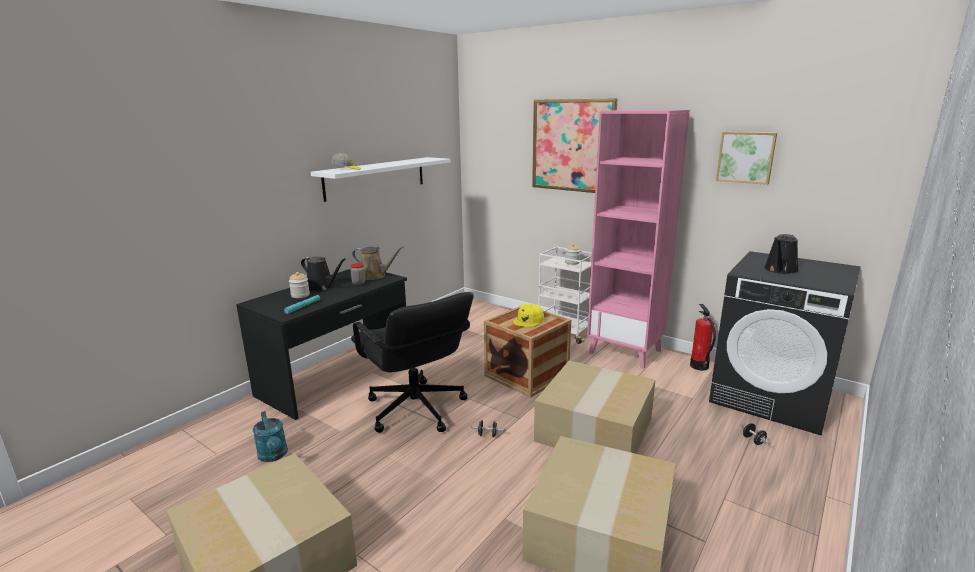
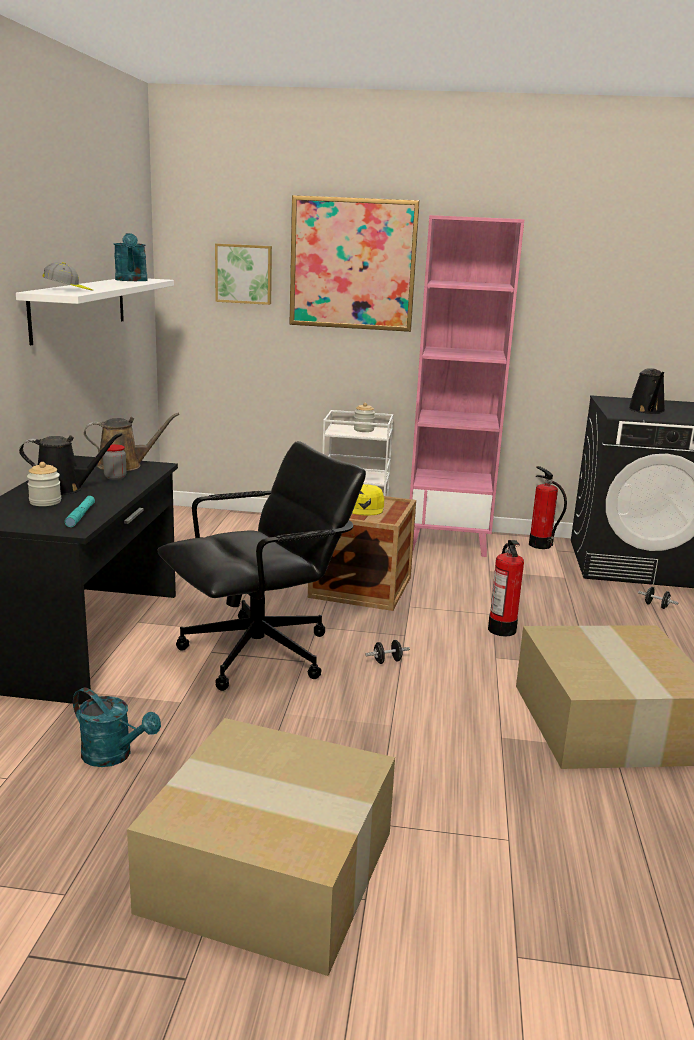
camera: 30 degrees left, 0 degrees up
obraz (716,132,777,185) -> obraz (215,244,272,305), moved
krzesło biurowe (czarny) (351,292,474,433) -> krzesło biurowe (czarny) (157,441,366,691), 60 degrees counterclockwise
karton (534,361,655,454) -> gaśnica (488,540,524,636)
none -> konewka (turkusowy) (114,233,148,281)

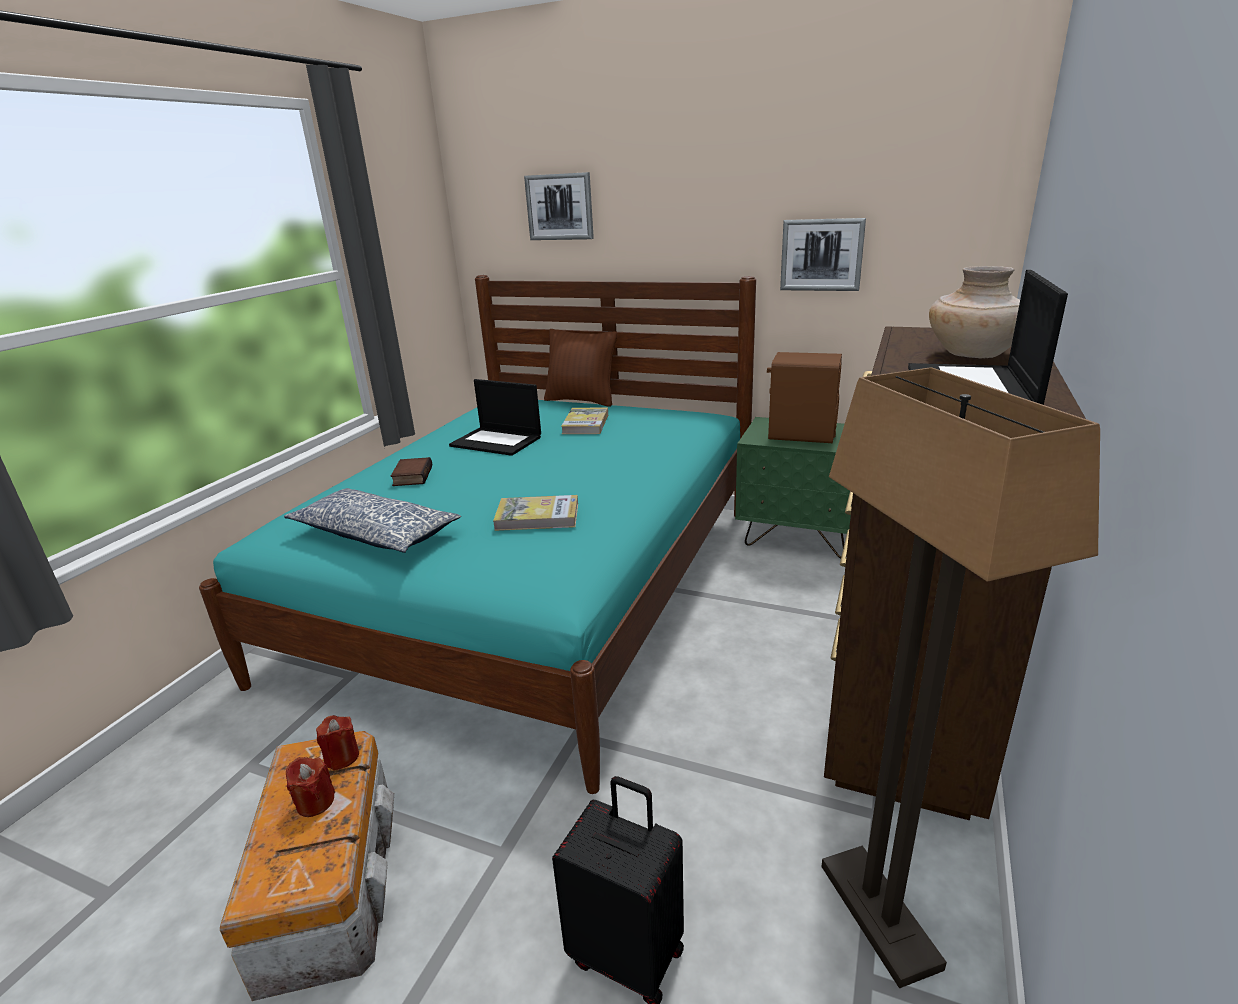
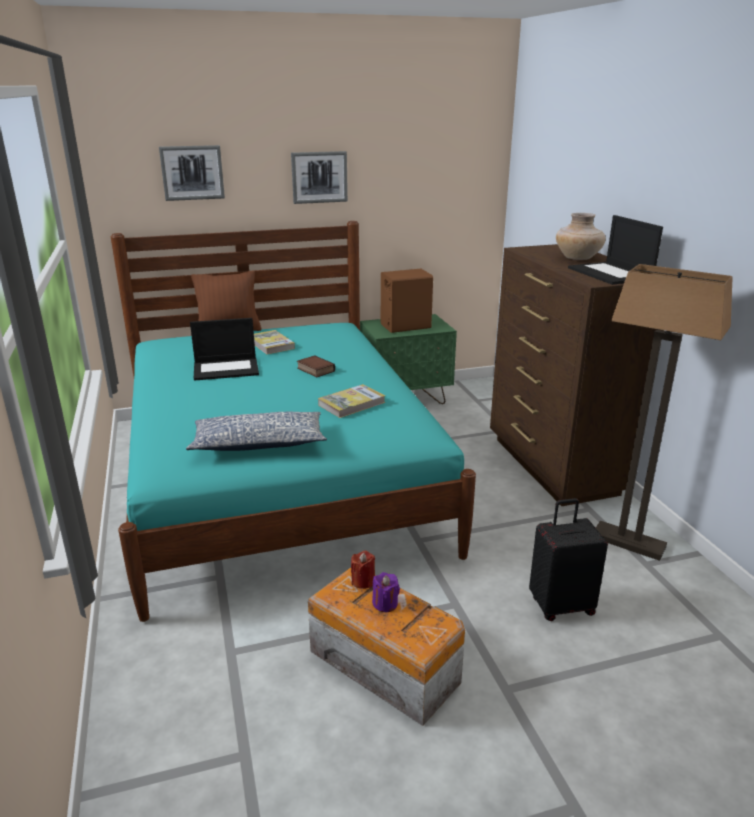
camera: 40 degrees left, 0 degrees up
obraz (780,218,866,291) -> obraz (291,151,348,204), moved
książka (391,457,432,486) -> książka (297,355,335,377), moved
świeca (czerwony) (286,757,335,817) -> świeca (fioletowy) (372,572,400,612)

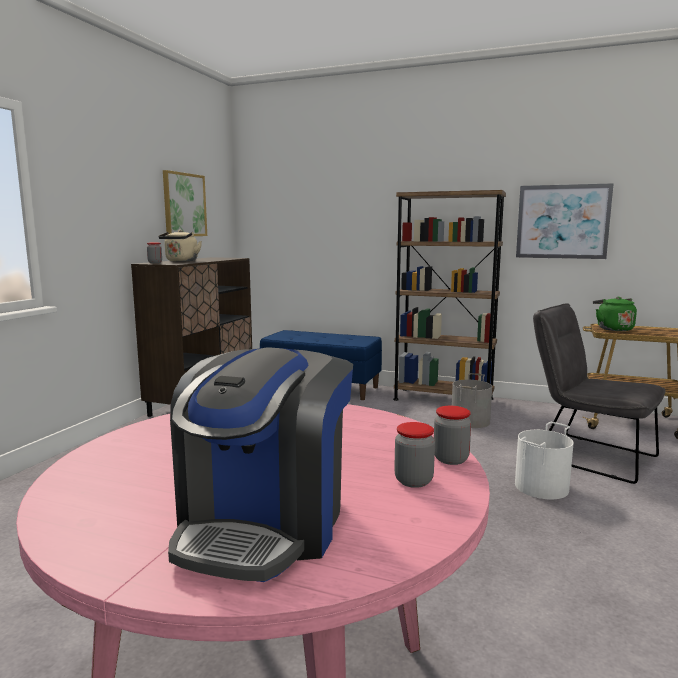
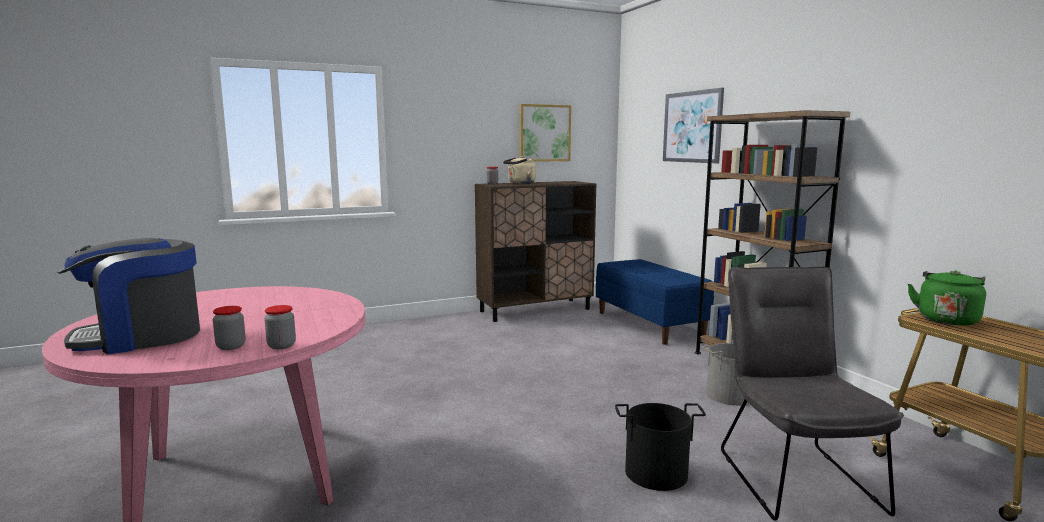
camera: 45 degrees right, 0 degrees up
obraz (516,183,614,259) -> obraz (663,88,724,164), moved
wiadro (biały) (515,422,574,499) -> wiadro (czarny) (615,403,706,491)

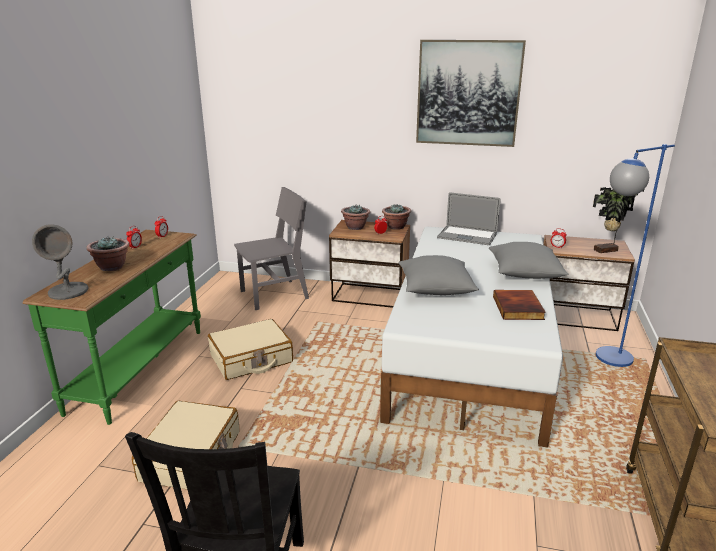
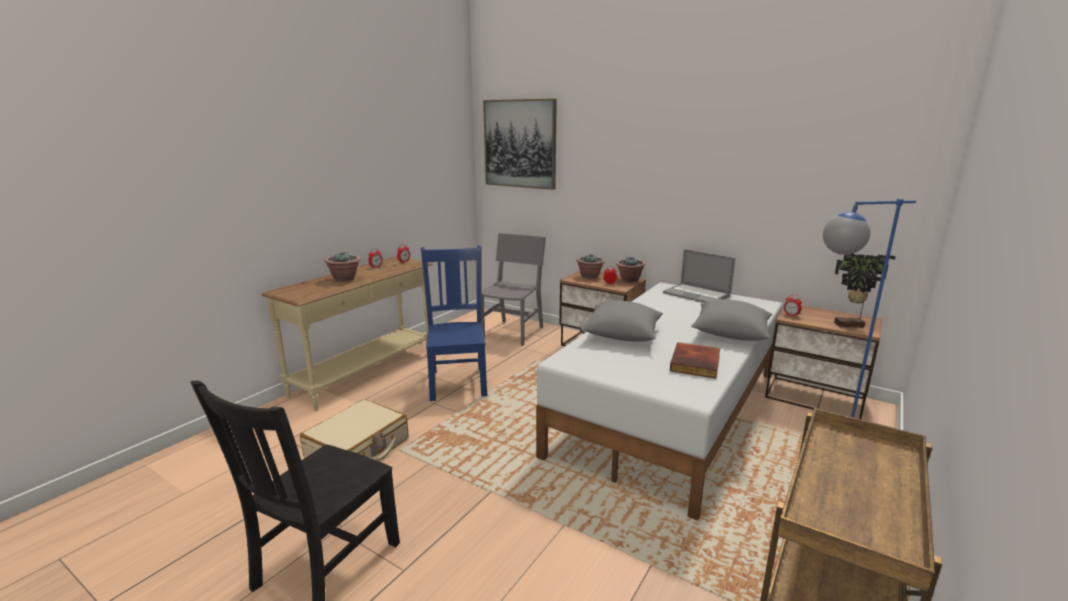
camera: 20 degrees right, 5 degrees down
obraz (416,40,526,147) -> obraz (483,99,557,190), moved
krzesło (szary) (234,187,309,310) -> krzesło (szary) (481,233,546,346), 60 degrees counterclockwise
lampa stołowa (szary) (32,224,88,300) -> none
stolik konsolowy (zielony) (23,230,201,425) -> stolik konsolowy (beżowy) (262,256,433,411)
walizka (beżowy) (208,319,293,380) -> krzesło (niebieski) (421,245,487,401)

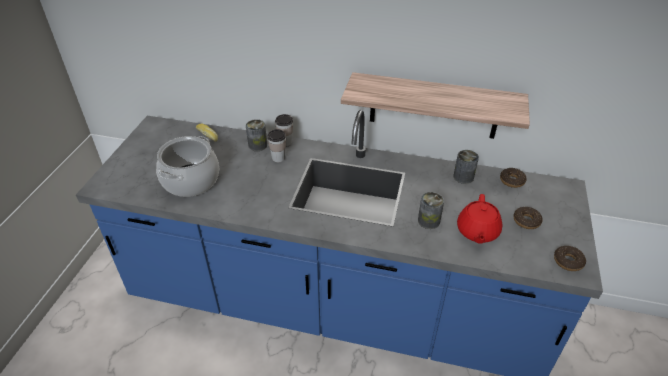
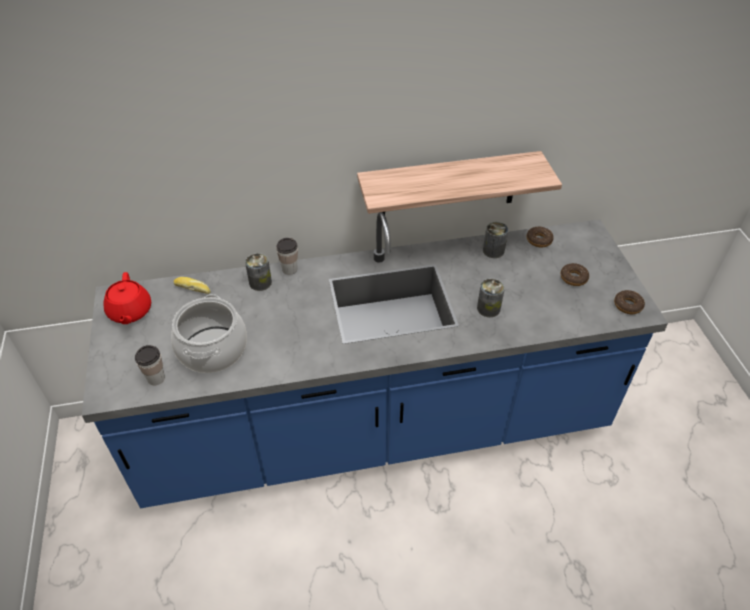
camera: 25 degrees left, 5 degrees up
filiżanka (267,129,286,162) -> filiżanka (135,345,165,385), moved
imbryk (czerwony) (457,194,502,244) -> imbryk (czerwony) (103,272,151,324), moved

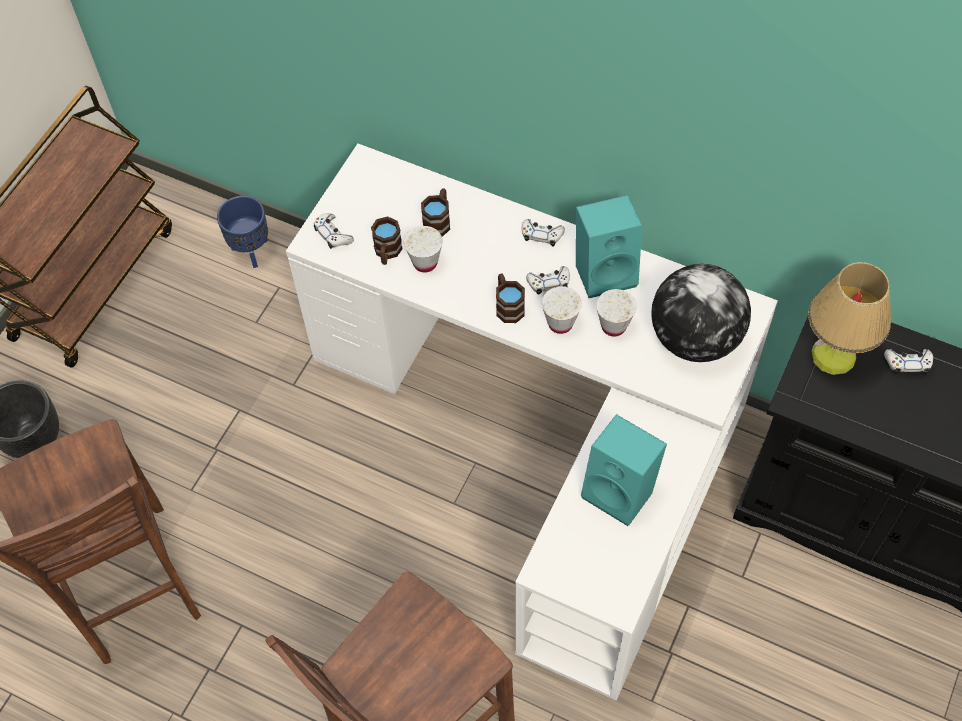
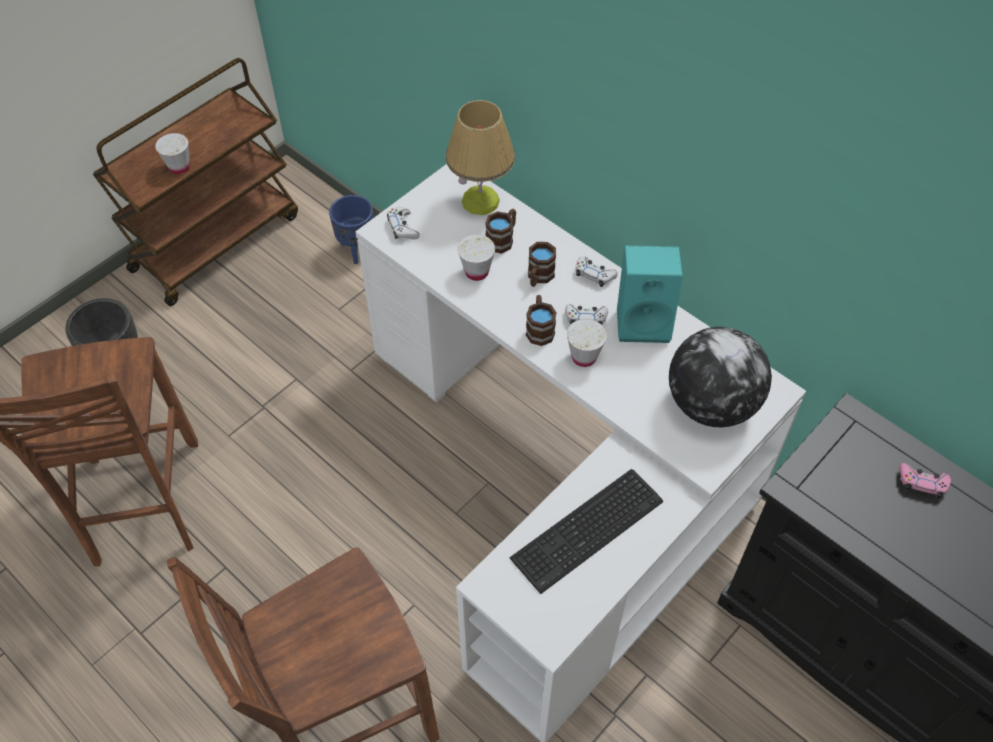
camera: 15 degrees right, 5 degrees down
kubek (brązowy) (371,216,403,265) -> kubek (brązowy) (528,242,556,287), moved
lampa stołowa (808,262,891,375) -> lampa stołowa (446,100,515,215), moved
filiżanka (biały) (596,289,637,336) -> filiżanka (biały) (155,133,190,174), moved
pad do gier (biały) (884,349,933,374) -> pad do gier (różowy) (899,463,951,498)
głośnik (turkusowy) (581,414,667,526) -> klawiatura (510,469,663,594)

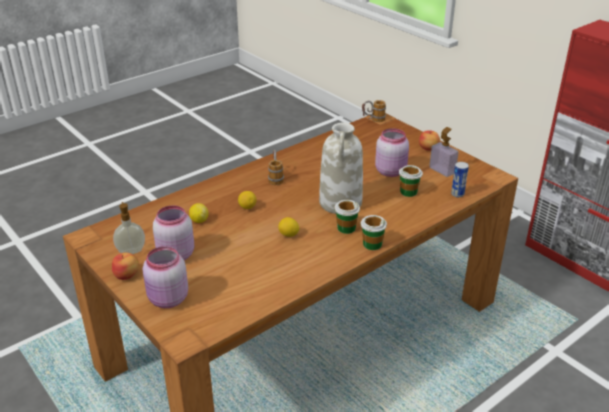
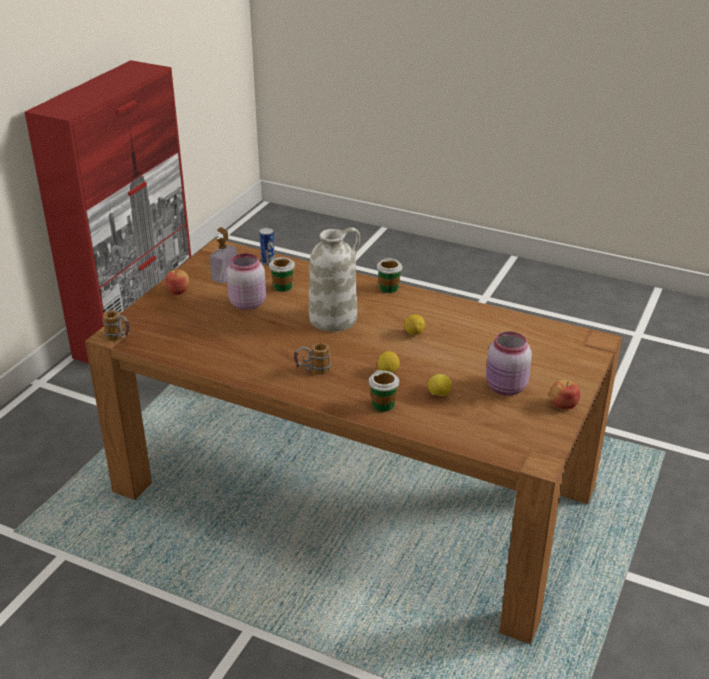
camera: 115 degrees left, 0 degrees up
filiżanka (334,200,360,234) -> filiżanka (369,370,399,412), moved
dozownik mydła (113,202,145,254) -> none
słoik (różowy) (143,246,188,308) -> none

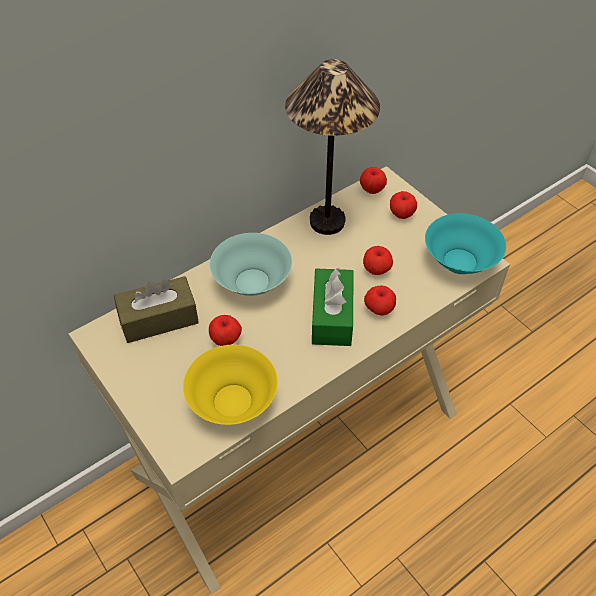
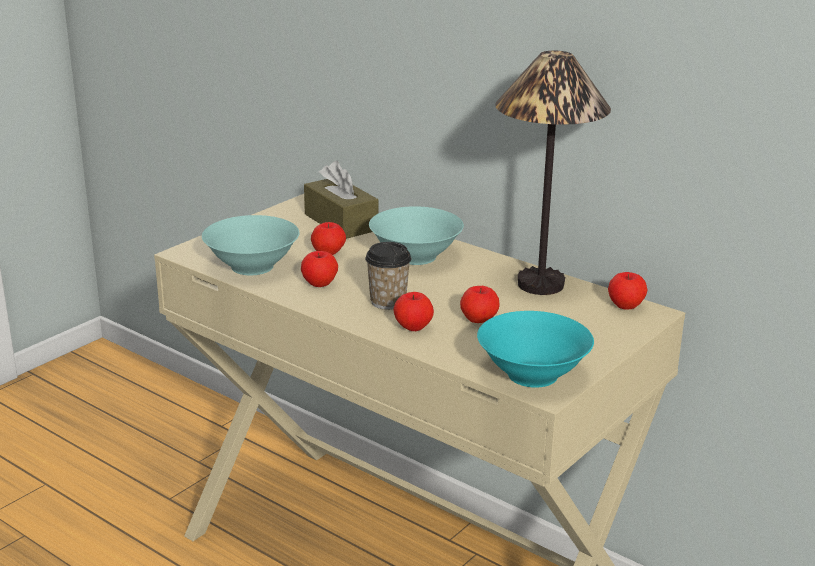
camera: 75 degrees right, 25 degrees down
jabłko (390,191,417,219) -> jabłko (301,251,338,287), moved
pudełko chusteczek (zielony) (312,268,354,346) -> filiżanka (365,242,411,310)
miska (żółty) (183,345,278,425) -> miska (turkusowy) (202,215,300,275)

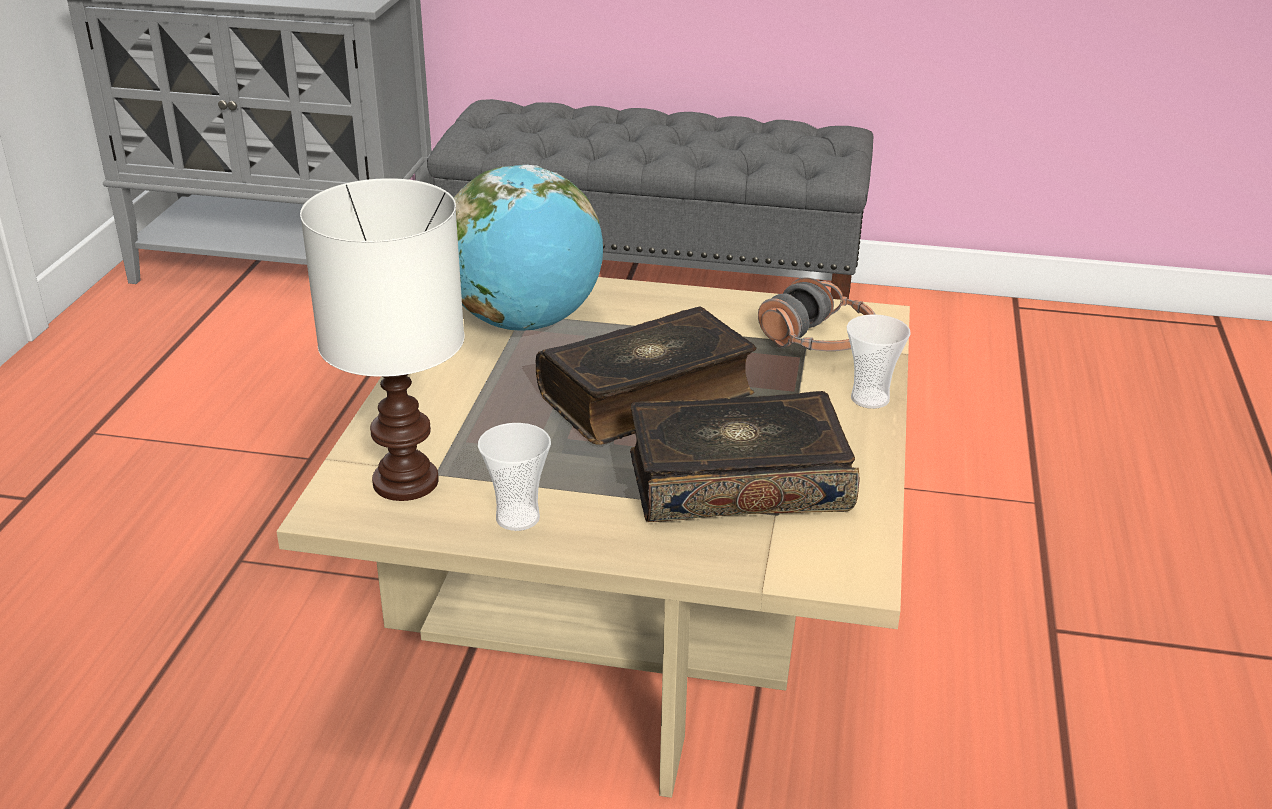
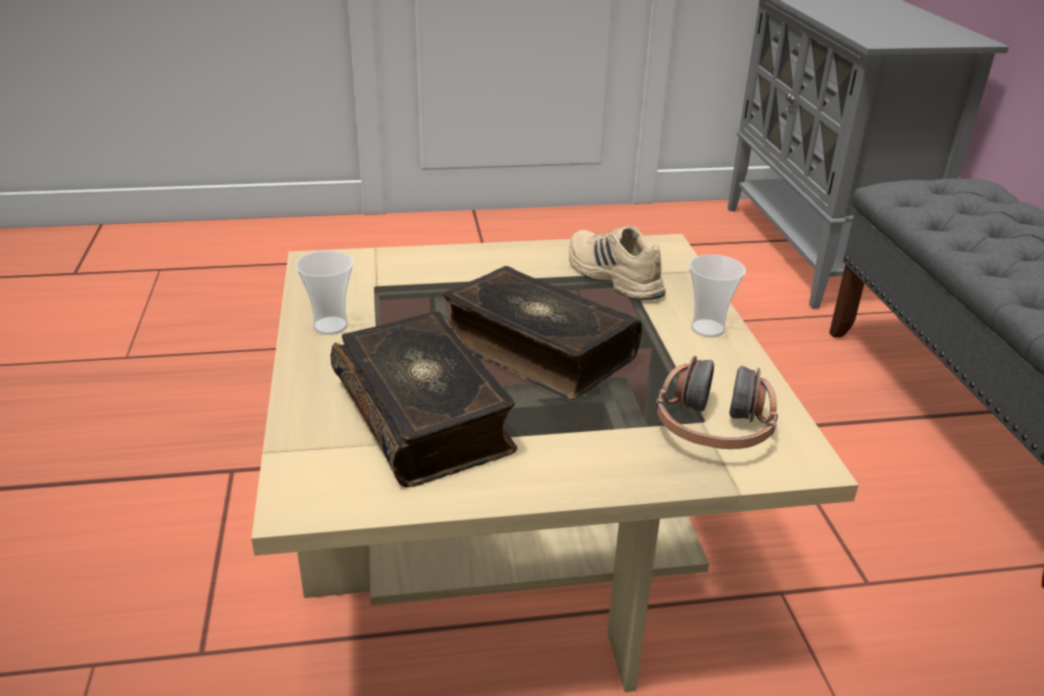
camera: 70 degrees right, 0 degrees up
globus (454,165,603,331) -> but (beżowy) (569,225,666,300)
lampa stołowa (biały) (300,178,465,501) -> none
filiżanka (847,314,911,409) -> filiżanka (689,254,746,337), moved

